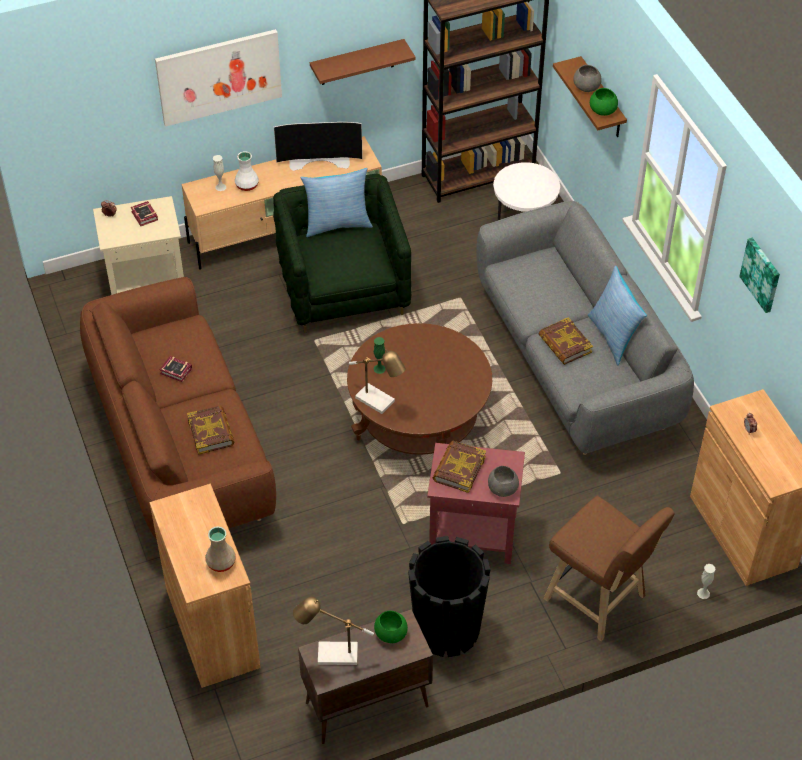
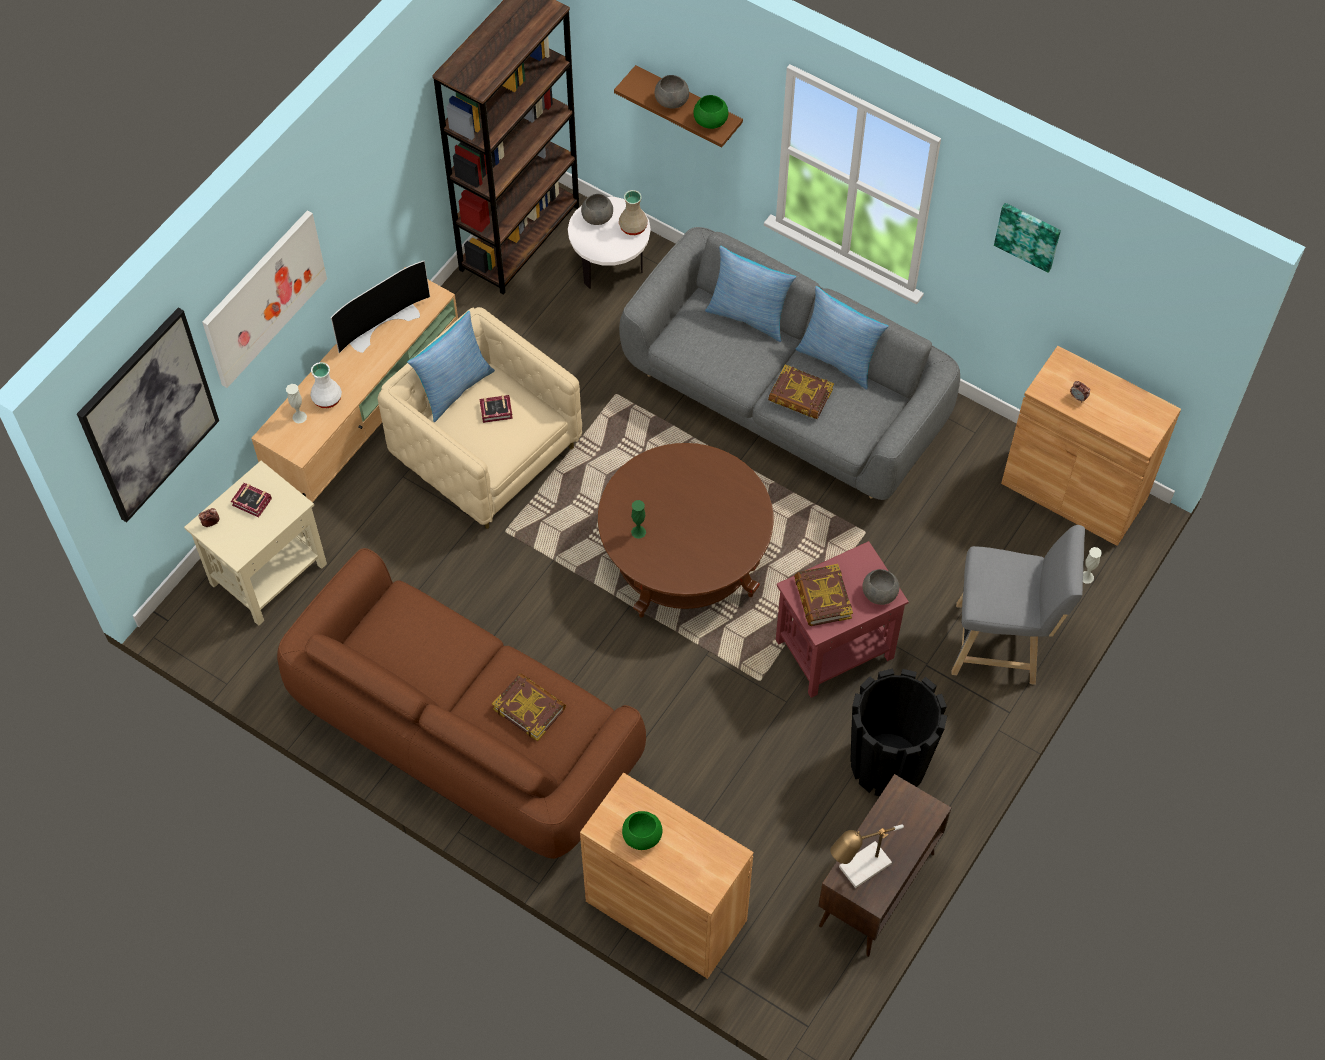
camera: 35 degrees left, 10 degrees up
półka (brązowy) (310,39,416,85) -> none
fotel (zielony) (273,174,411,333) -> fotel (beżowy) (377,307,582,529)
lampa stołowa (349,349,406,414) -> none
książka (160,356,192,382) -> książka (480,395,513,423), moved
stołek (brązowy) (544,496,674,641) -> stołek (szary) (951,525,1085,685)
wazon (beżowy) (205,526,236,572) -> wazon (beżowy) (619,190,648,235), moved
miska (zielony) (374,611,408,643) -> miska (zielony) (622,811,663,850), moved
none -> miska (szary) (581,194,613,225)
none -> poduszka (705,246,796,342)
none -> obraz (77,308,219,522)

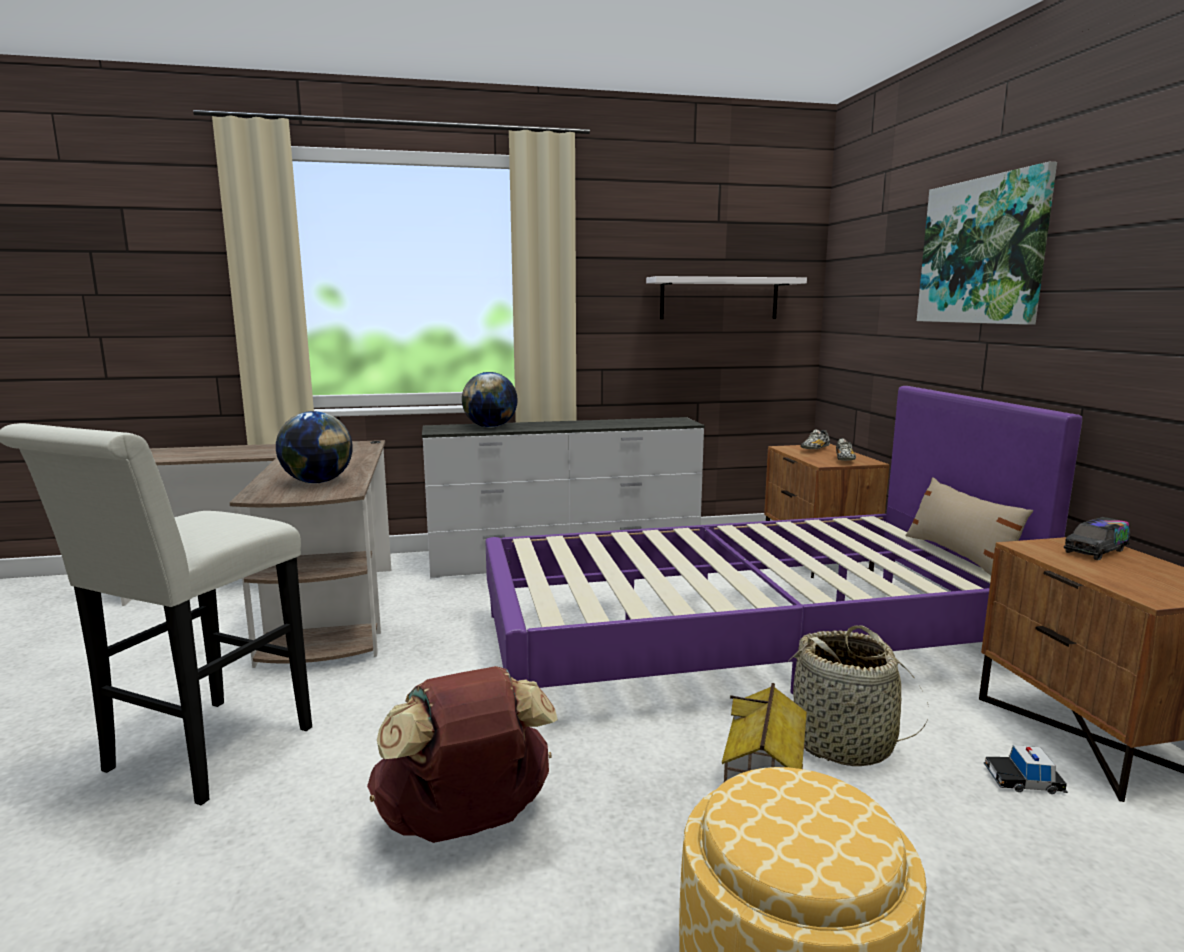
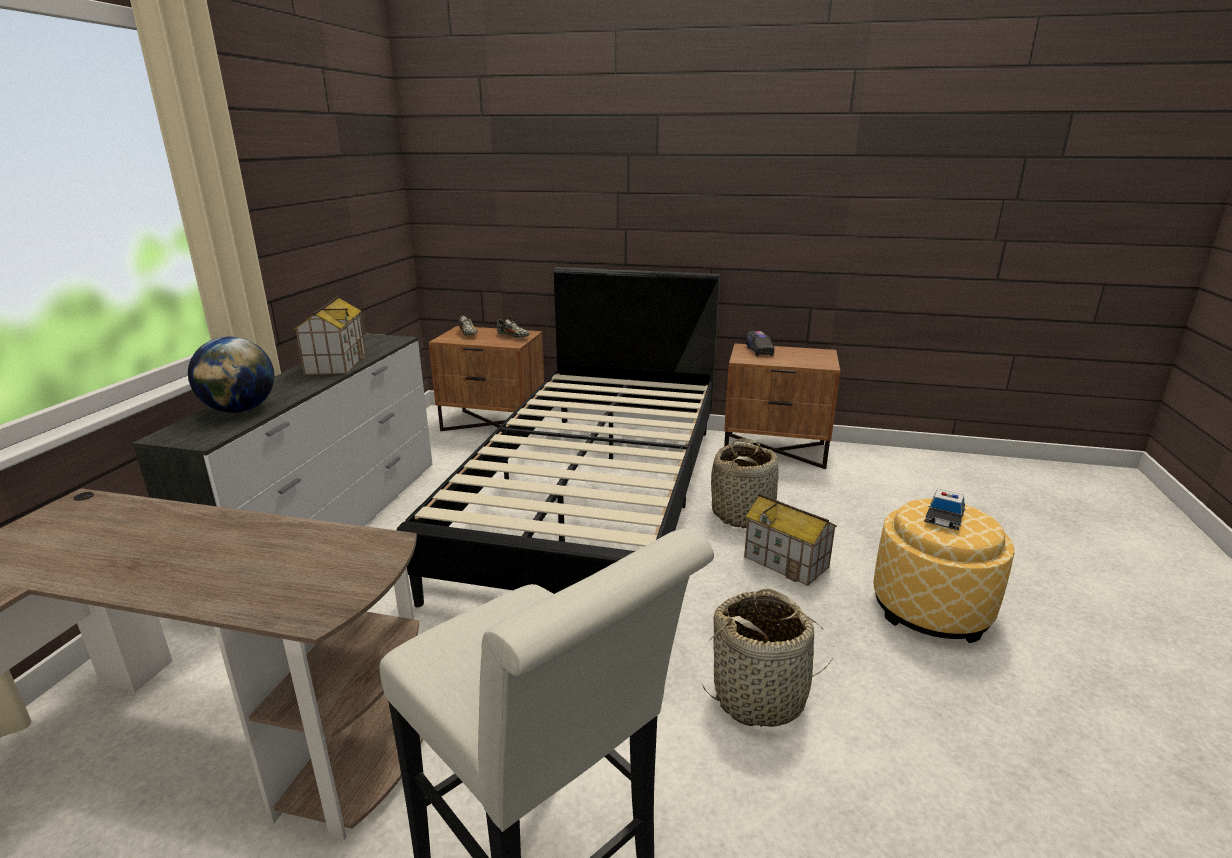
camera: 65 degrees left, 10 degrees up
obraz (917,162,1057,325) -> none
półka (biały) (646,276,807,319) -> none
łóżko (fioletowy) (485,386,1082,694) -> łóżko (czarny) (397,267,720,608)
globus (276,411,353,483) -> none
poduszka (beżowy) (905,477,1033,575) -> none
plecak (brązowy) (367,666,558,843) -> koszyk (702,589,834,727)
samochodzik (984,745,1068,794) -> samochodzik (924,489,966,531), moved
none -> domek (293,296,366,375)

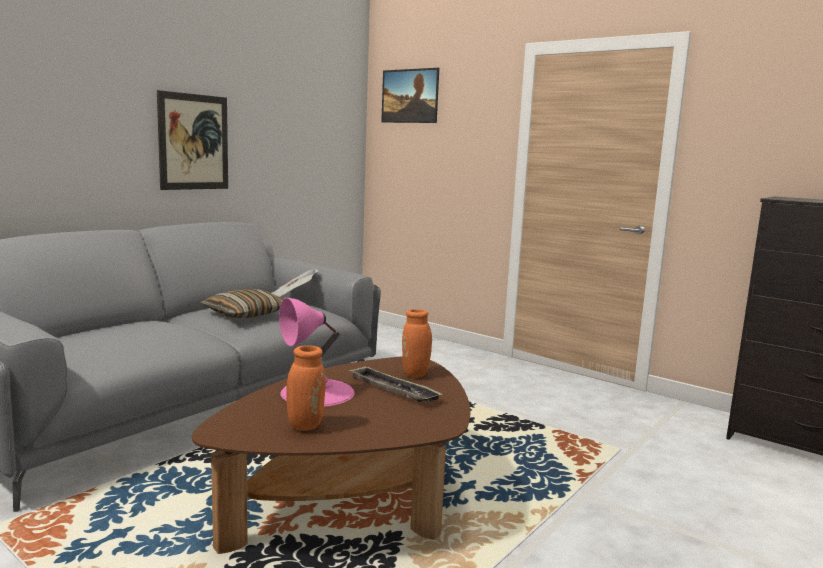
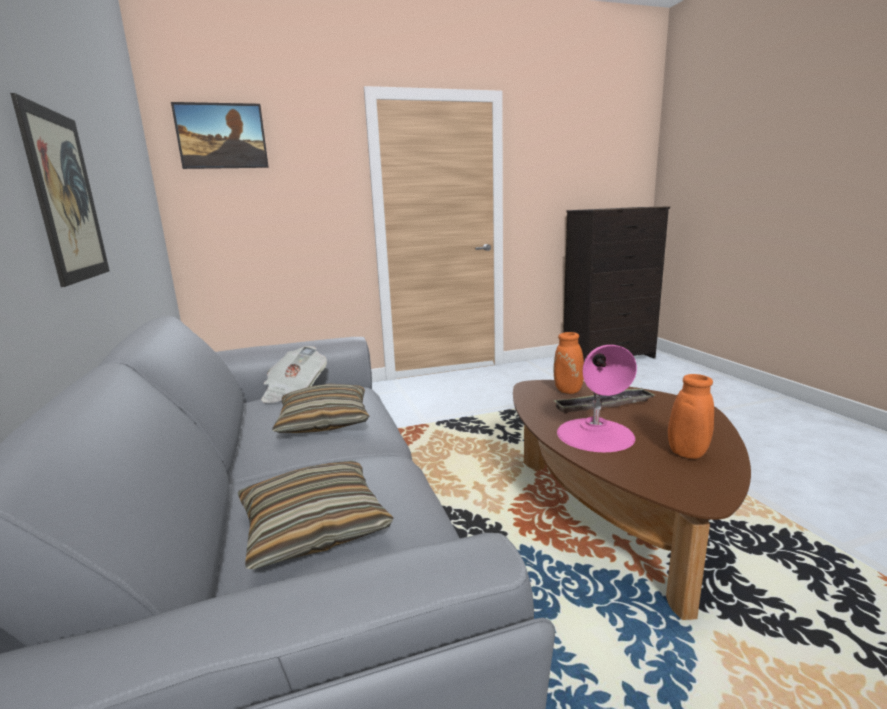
camera: 55 degrees left, 5 degrees up
none -> poduszka (238,461,393,569)

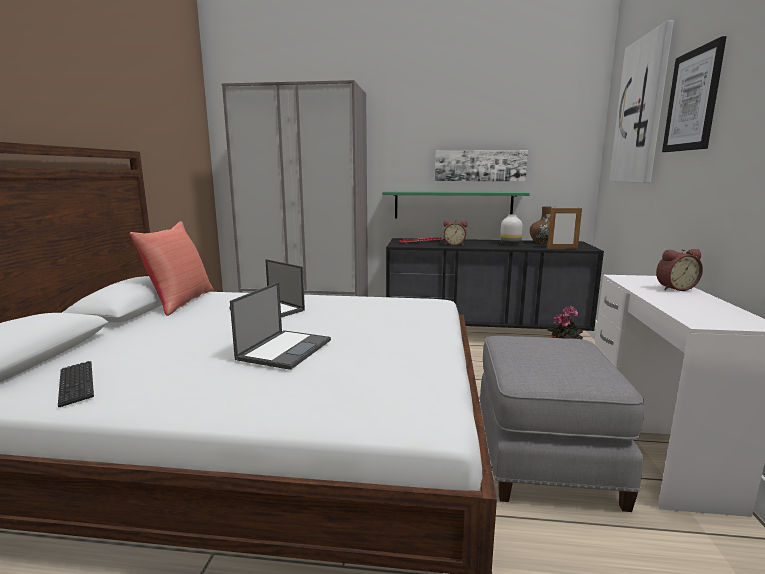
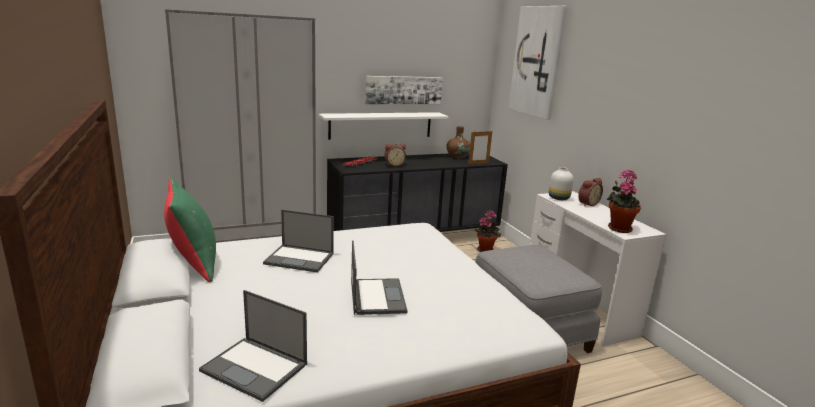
camera: 30 degrees left, 5 degrees up
obraz (662,36,727,152) -> none
półka (zielony) (382,191,530,218) -> półka (biały) (319,112,449,140)
wazon (biały) (500,215,523,245) -> wazon (biały) (549,167,574,200), moved
poduszka (czerwony) (129,221,214,316) -> poduszka (zielony) (164,176,216,282)
klawiatura (58,361,94,407) -> laptop (199,290,307,402)
none -> roślina doniczkowa (607,169,641,233)

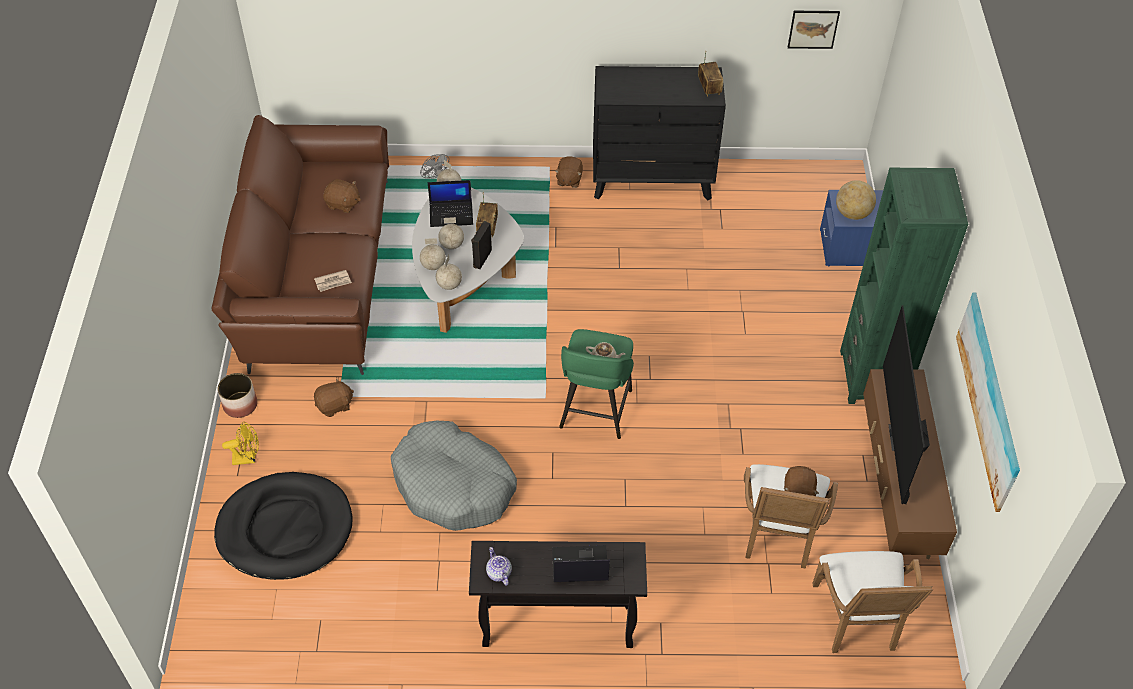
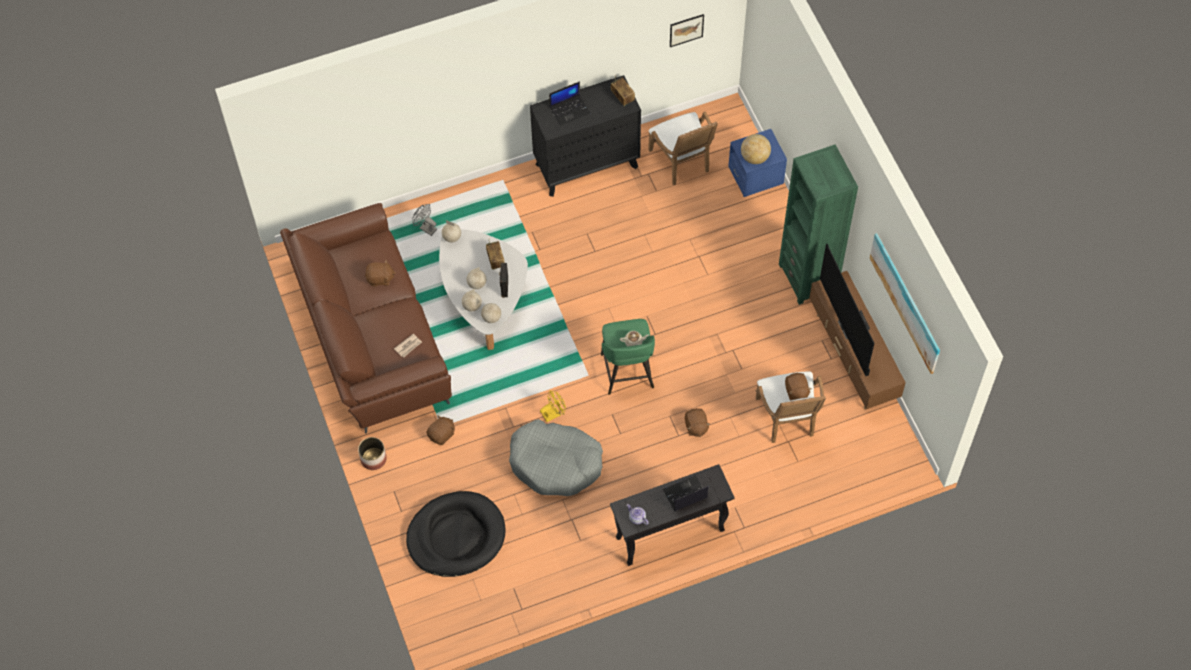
camera: 20 degrees left, 10 degrees up
pluszak (brązowy) (555,157,583,188) -> pluszak (brązowy) (685,408,710,437), moved
laptop (428,180,473,227) -> laptop (549,82,591,126), moved
wentylator (żółty) (222,422,259,465) -> wentylator (żółty) (540,390,566,422), moved
fotel (biały) (812,551,933,653) -> fotel (biały) (648,112,718,185), moved

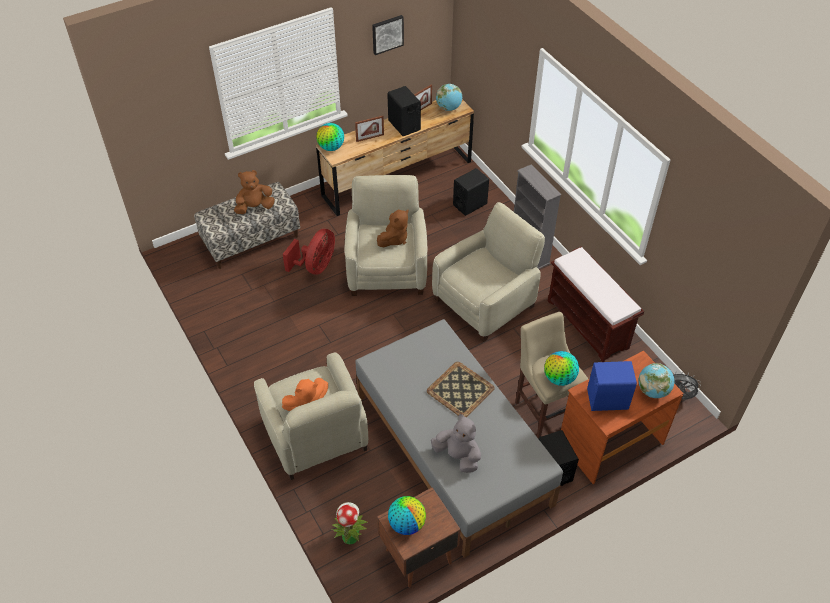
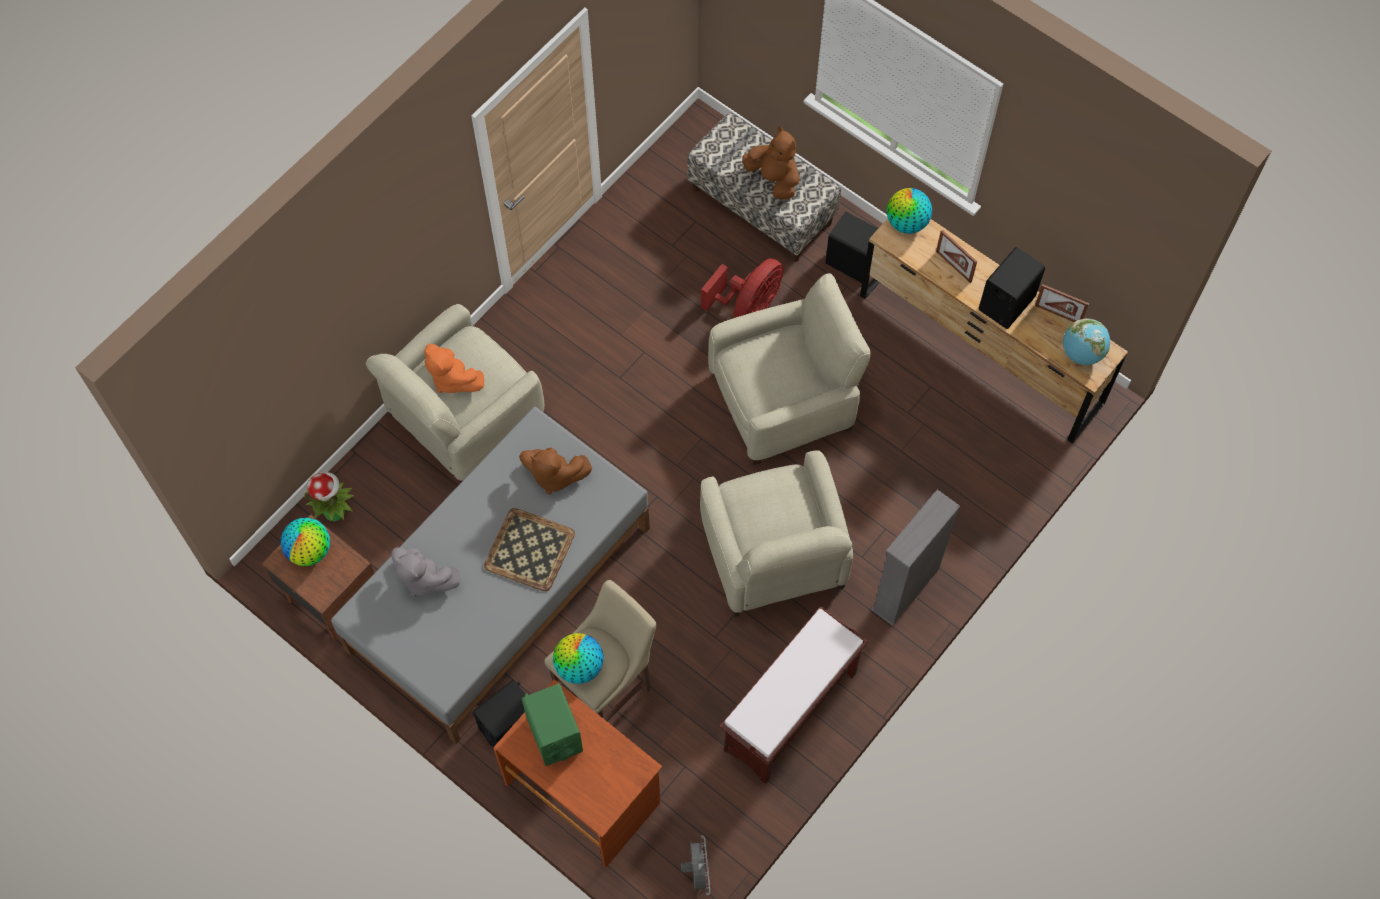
camera: 70 degrees right, 15 degrees up
obraz (372,15,404,55) -> none
głośnik (czarny) (453,168,489,216) -> głośnik (czarny) (825,211,878,283), moved
fotel (beżowy) (432,202,545,342) -> fotel (beżowy) (700,450,853,617), 45 degrees clockwise
pluszak (brązowy) (377,210,409,247) -> pluszak (brązowy) (519,447,592,494), moved
wentylator (czerwony) (283,229,335,275) -> wentylator (czerwony) (701,259,784,318), 60 degrees counterclockwise
głośnik (niebieski) (587,361,637,411) -> głośnik (zielony) (522,684,583,766)
globus (639,363,674,398) -> none
pluszak (szary) (431,414,481,473) -> pluszak (szary) (391,548,461,597), 105 degrees clockwise

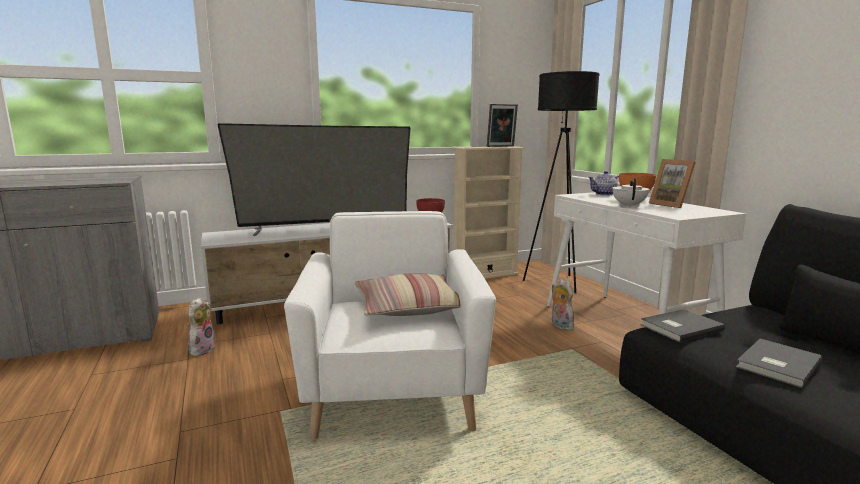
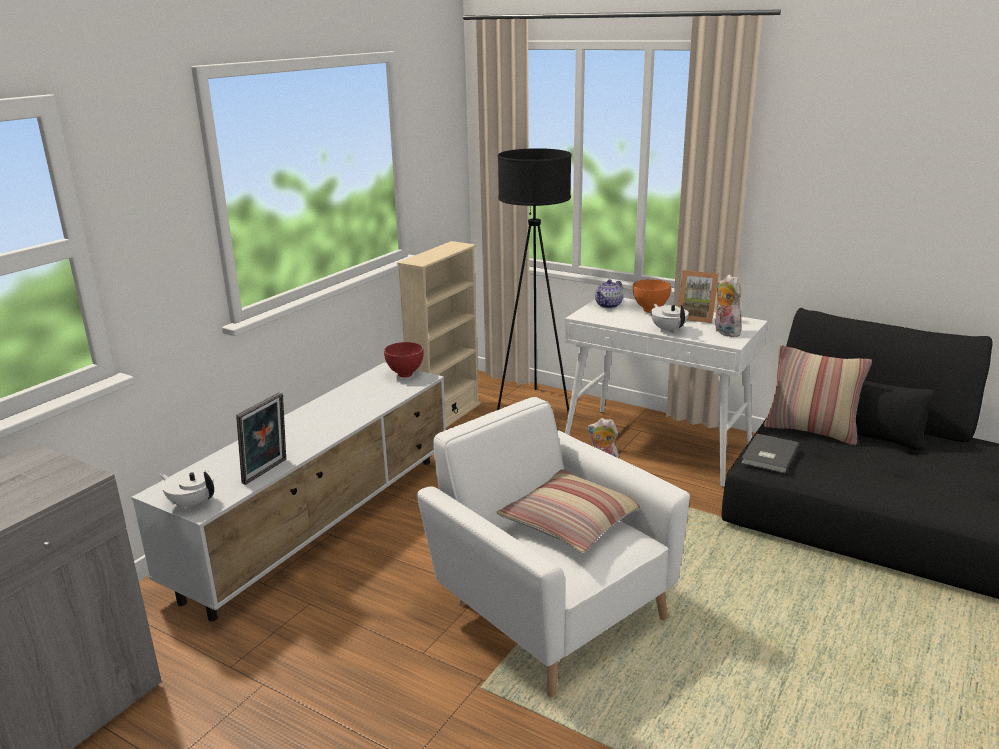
camera: 35 degrees left, 10 degrees up
ramka na zdjęcie (487,104,518,147) -> ramka na zdjęcie (236,392,286,485), moved
telewizor (217,123,411,236) -> none
pluszak (187,297,216,356) -> pluszak (715,275,742,337), moved
książka (szary) (736,339,822,388) -> none
none -> poduszka (764,345,872,445)
none -> imbryk (biały) (160,470,214,509)

